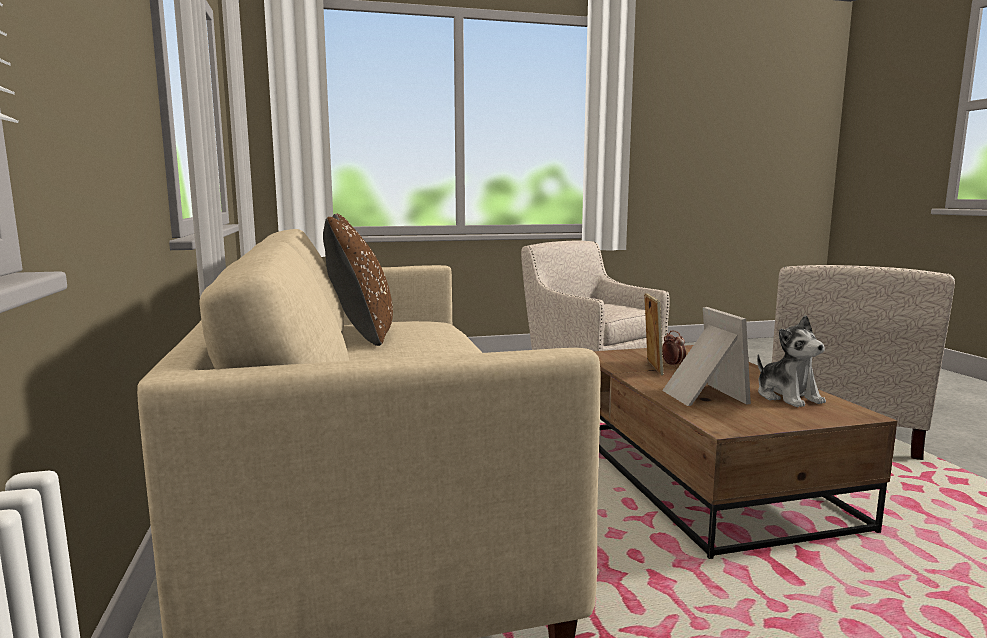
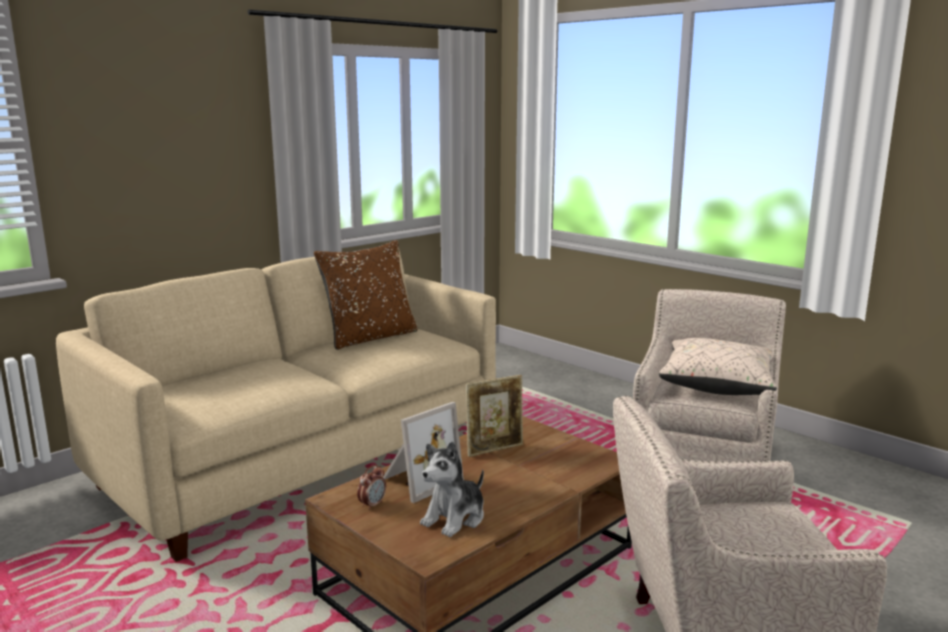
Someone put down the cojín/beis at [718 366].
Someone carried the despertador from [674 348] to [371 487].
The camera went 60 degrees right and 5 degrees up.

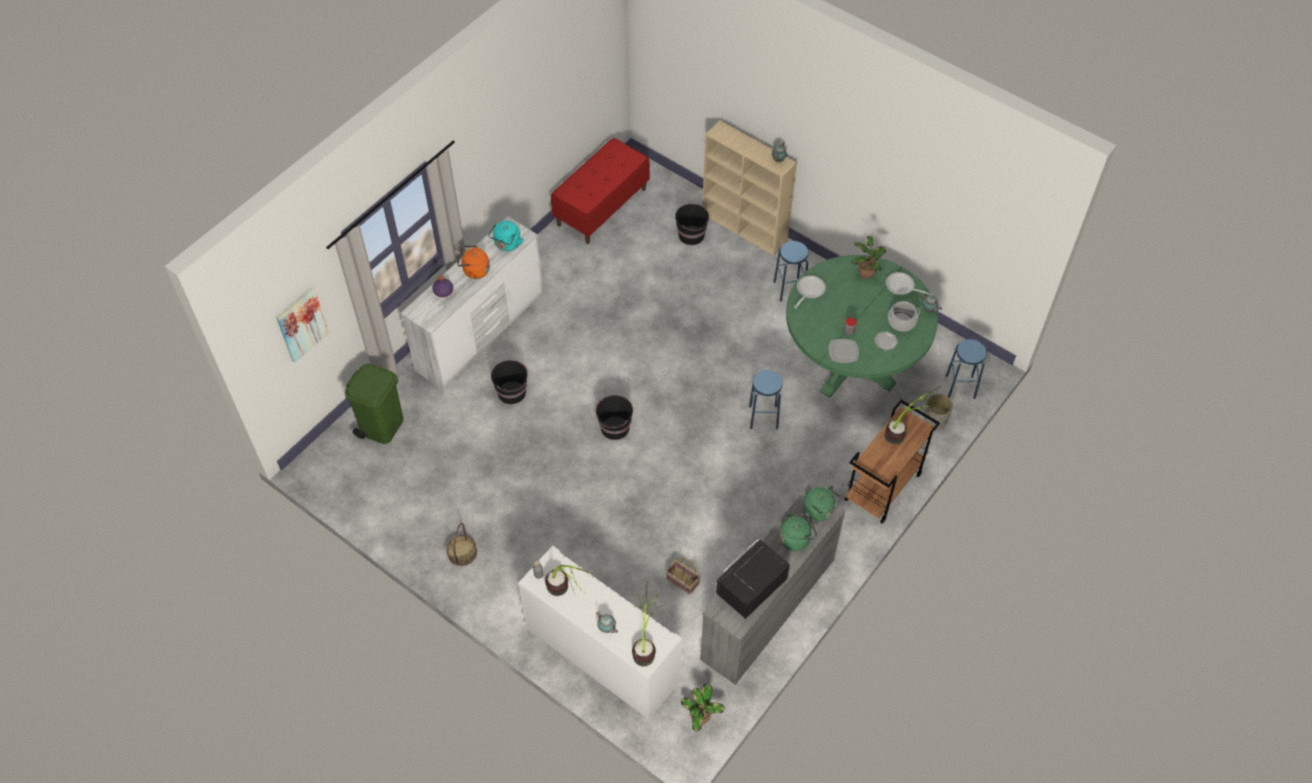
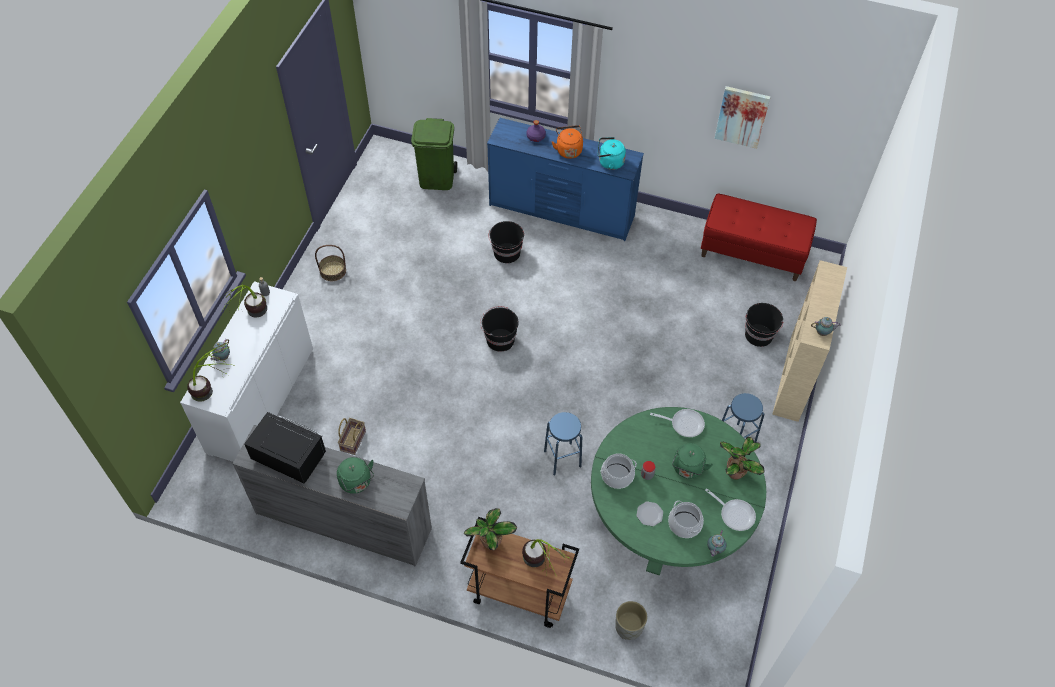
Someone took away the taburete/azul at [966 369].
Someone carried the cuadro from [302 325] to [742 117].
Someone carried the planta en maceta from [703 707] to [490 529].
Someone carried the hervidor/verde from [822 503] to [692 461].
Someone swapped the plato at [843 351] for the olla at [618 471].
Someone repainted the cómoda/blanco at [471 303], which became the cómoda/azul at [565 179].
Someone rotated the sartén at [909 283] by 120 degrees clockwise.
The camera went 70 degrees right and 0 degrees up.

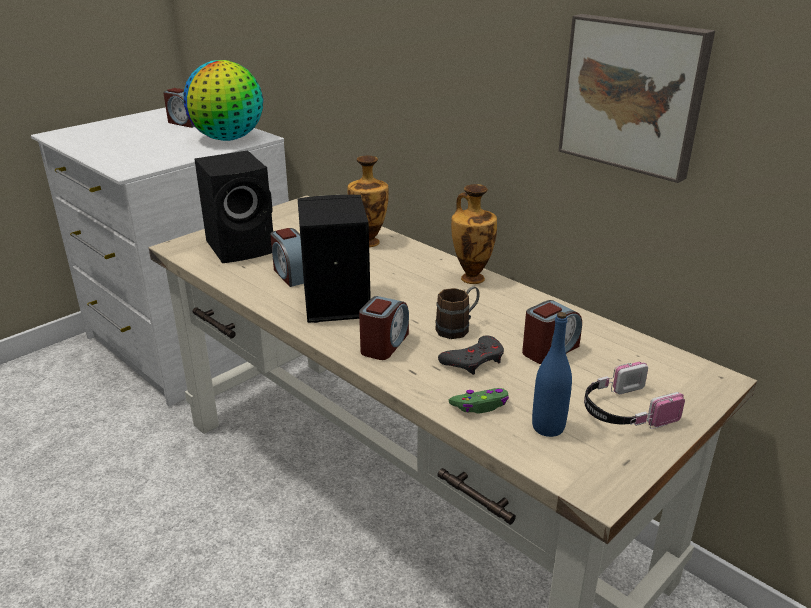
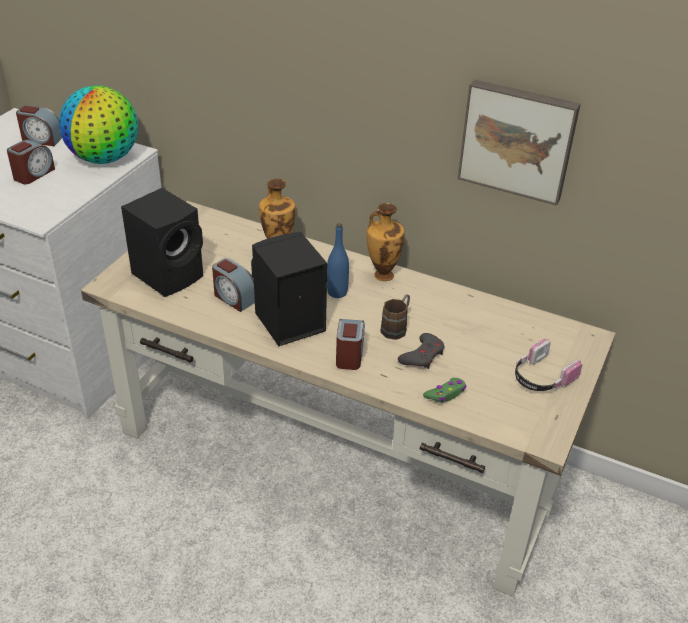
Someone carried the despertador from [552 332] to [31 162].
Someone carried the botella/azul from [552 374] to [338 260].
The camera went 20 degrees left and 10 degrees up.

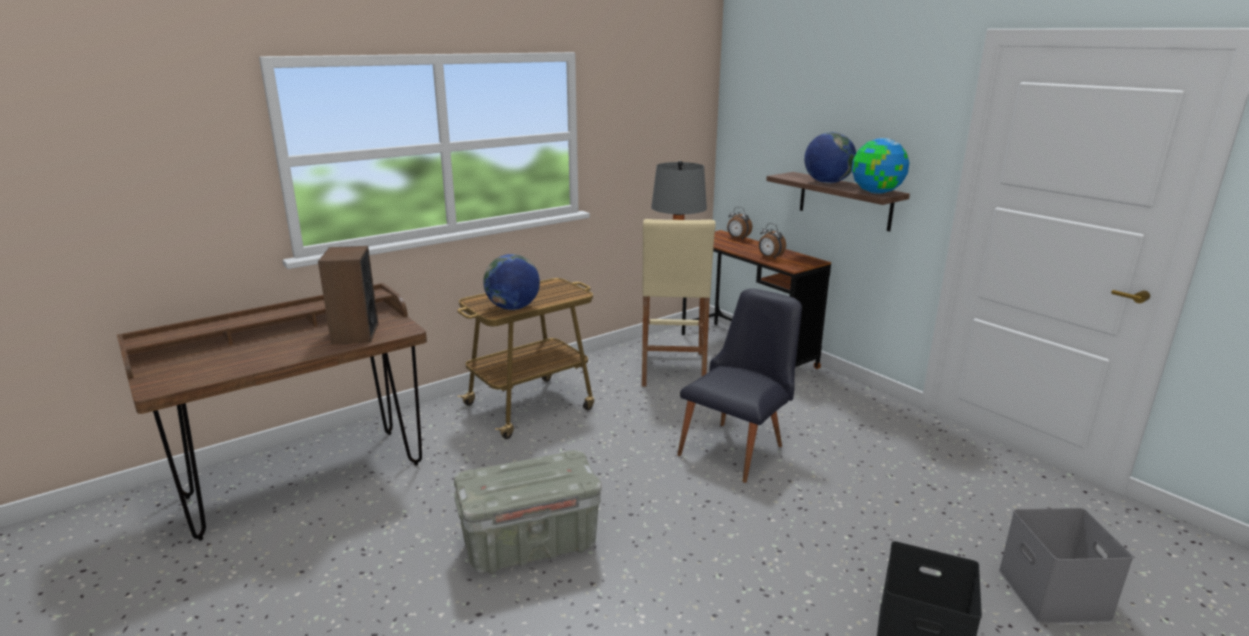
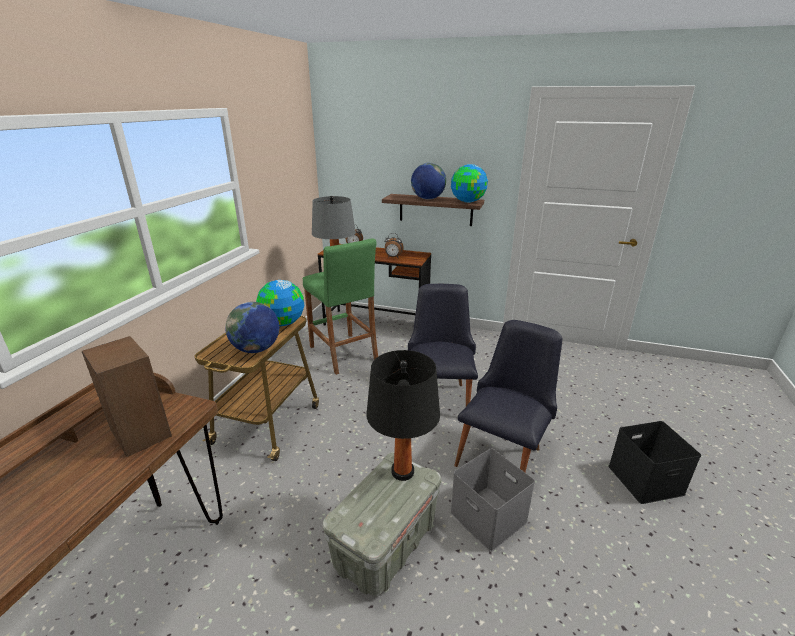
Someone put down the globo terráqueo at [280 303].
Someone put down the lámpara de mesa/negro at [403 415].
Someone put down the silla/negro at [508 396].
Someone carried the caja de almacenaje/gris from [1066 566] to [492 500].
Someone repainted the taburete/beis at [679 303], which became the taburete/verde at [340 306].
The camera went 35 degrees left and 5 degrees up.

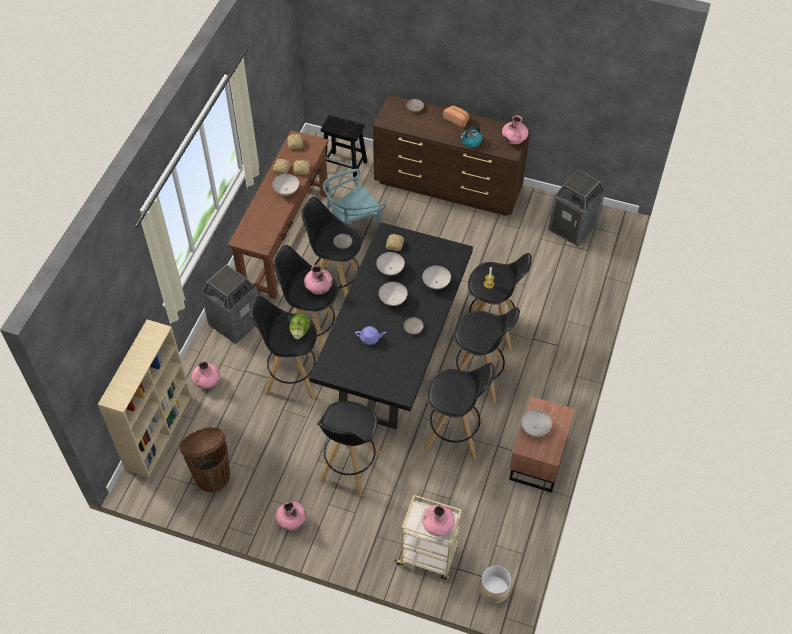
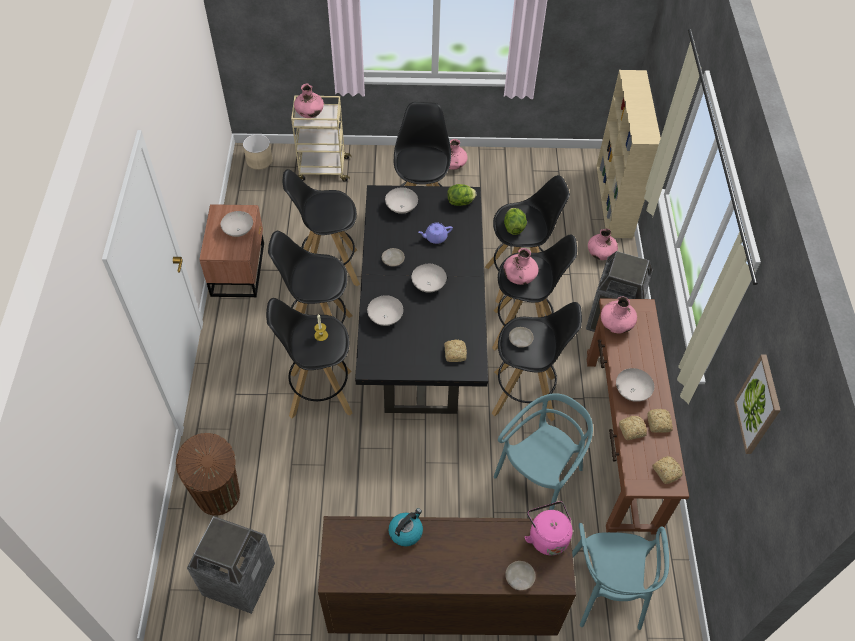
Someone took away the pan at [456 117].
Someone put down the lechuga at [461 195].
Someone put down the hervidor/rosa at [549 528].
Someone put up the cuadro at [757 404].
Someone carried the papelera/marrón from [205 459] to [208 474].
Someone carried the cuenco/blanco from [390 263] to [401 201].
Someone carried the florero/rosa from [515 129] to [619 315].
Someone swapped the taburete/negro at [344 148] for the silla/turquesa at [620 576].
The camera went 160 degrees right and 0 degrees up.

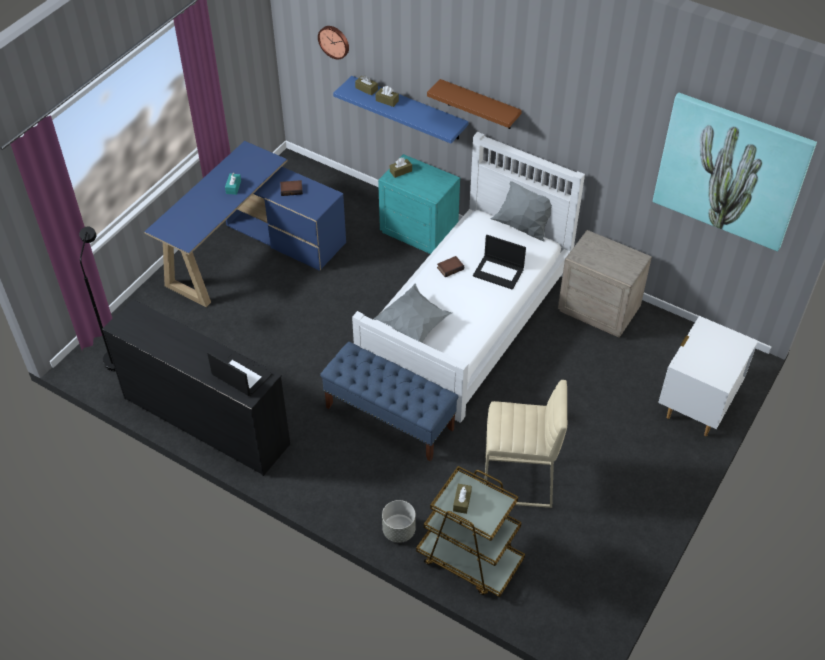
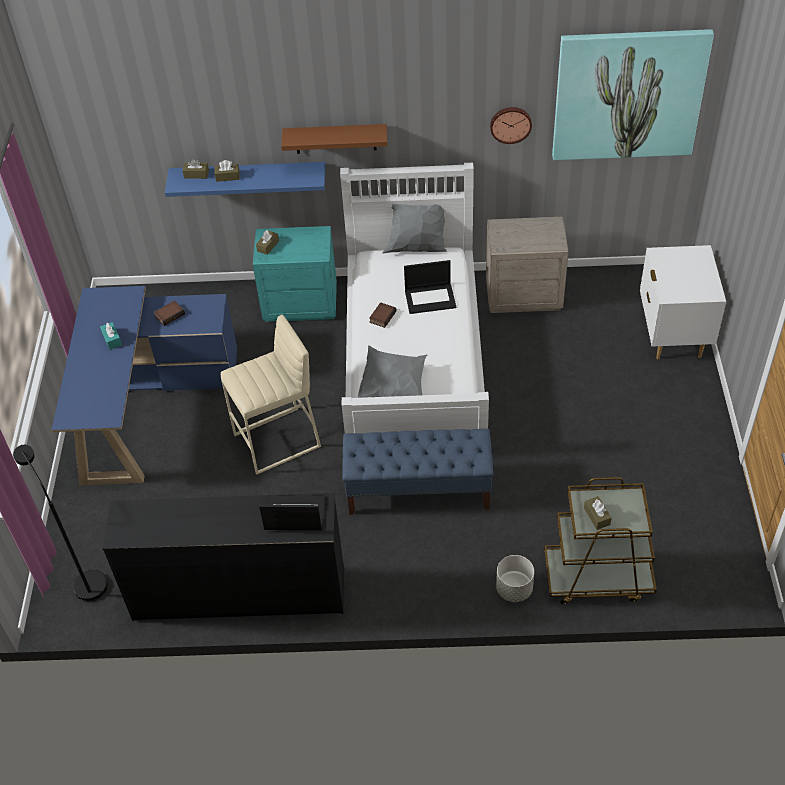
Someone carried the reloj de pared from [333 43] to [511 125].
Someone carried the taburete/beis from [525 444] to [271 395].
The camera went 30 degrees left and 0 degrees up.

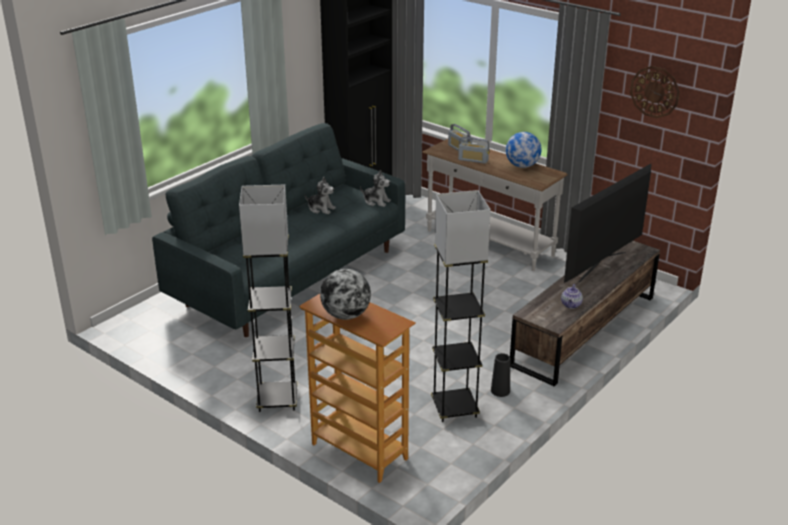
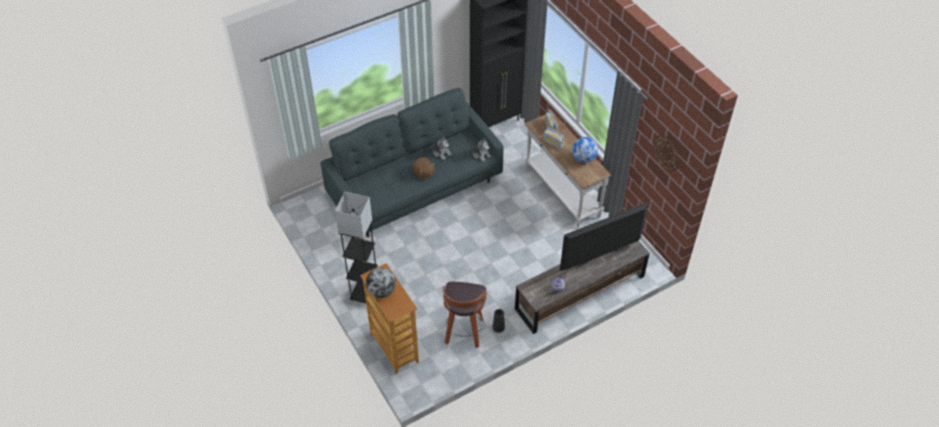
Someone put down the peluche/marrón at [423 168].
Someone swapped the lámpara de pie/gris at [461 306] for the taburete at [465 315].
The camera went 20 degrees right and 20 degrees up.

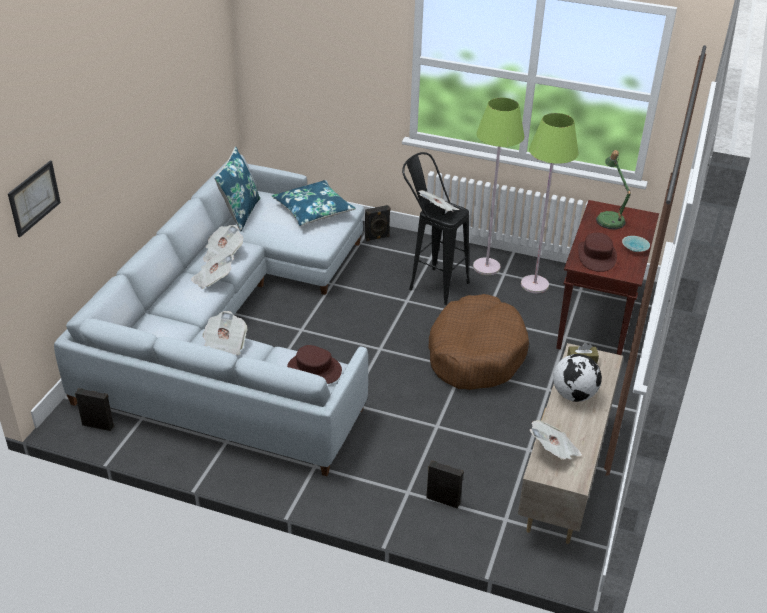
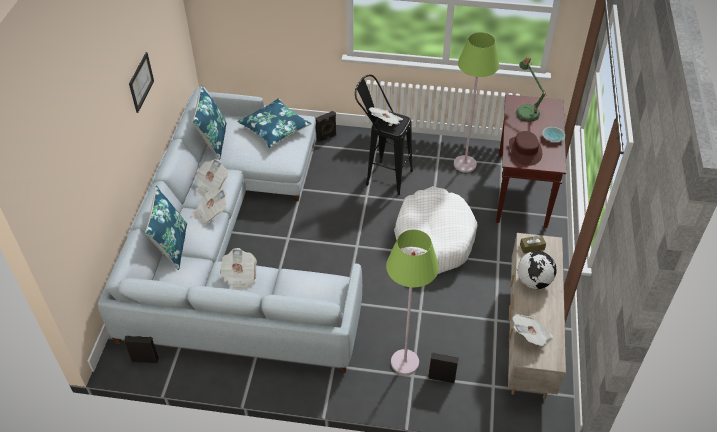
Someone took away the sombrero/marrón at [314 364].
Someone put down the cojín/azul at [166 228].
Someone carried the cuadro from [34 199] to [141 82].
Someone carried the lámpara de pie/verde from [498 186] to [412 302].
Someone repainted the cama para perro/marrón at [479 342], which became the cama para perro/blanco at [436 230].
The camera went 10 degrees left and 10 degrees up.

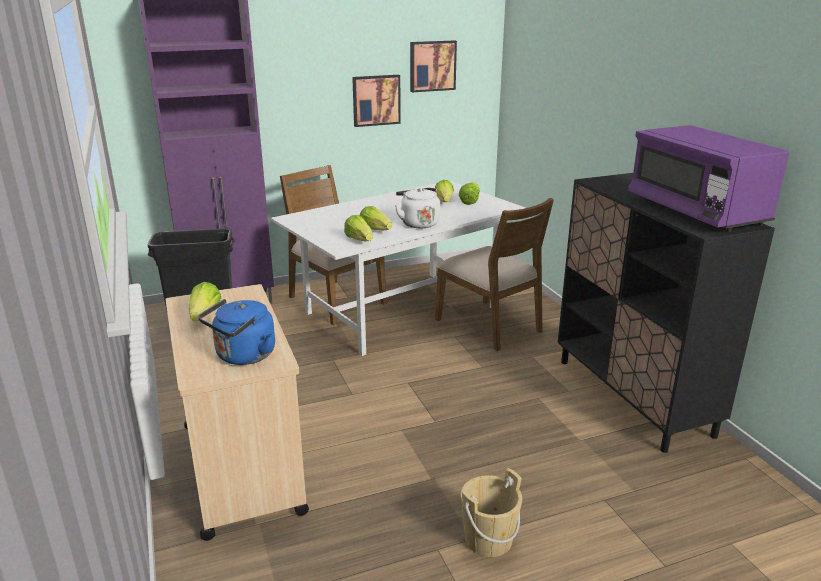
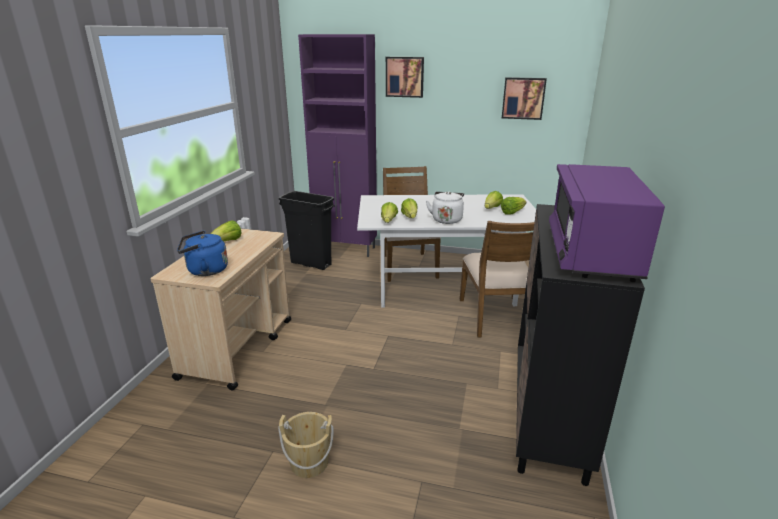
Someone carried the cuadro from [376 101] to [405 77].
The camera went 35 degrees right and 0 degrees up.

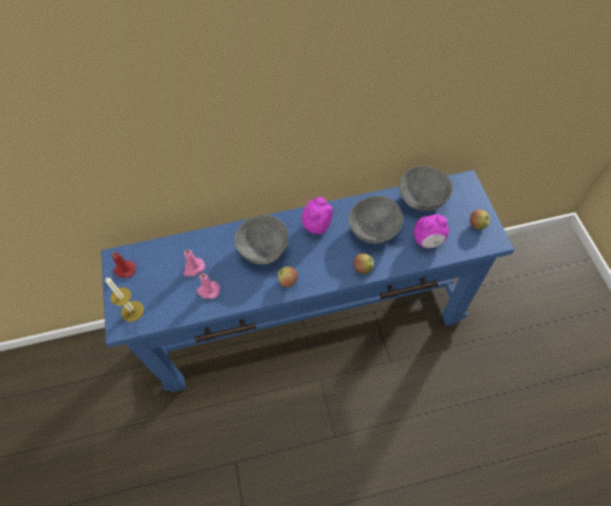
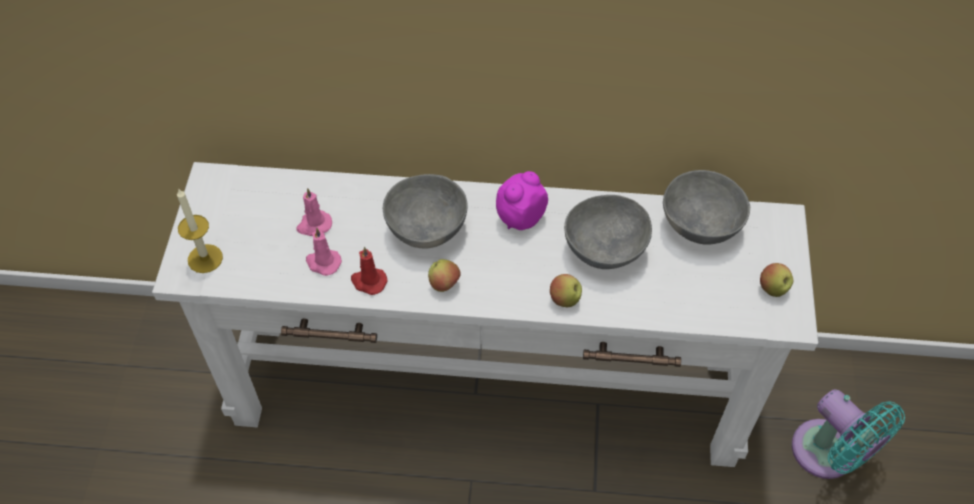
Someone took away the despertador at [431 231].
Someone put down the ventilador/turquesa at [848 434].
Someone carried the vela/rojo from [123 264] to [369 271].
Someone repainted the mesa consola/azul at [307 281], which became the mesa consola/blanco at [485 314].
The camera went 15 degrees right and 5 degrees down.

